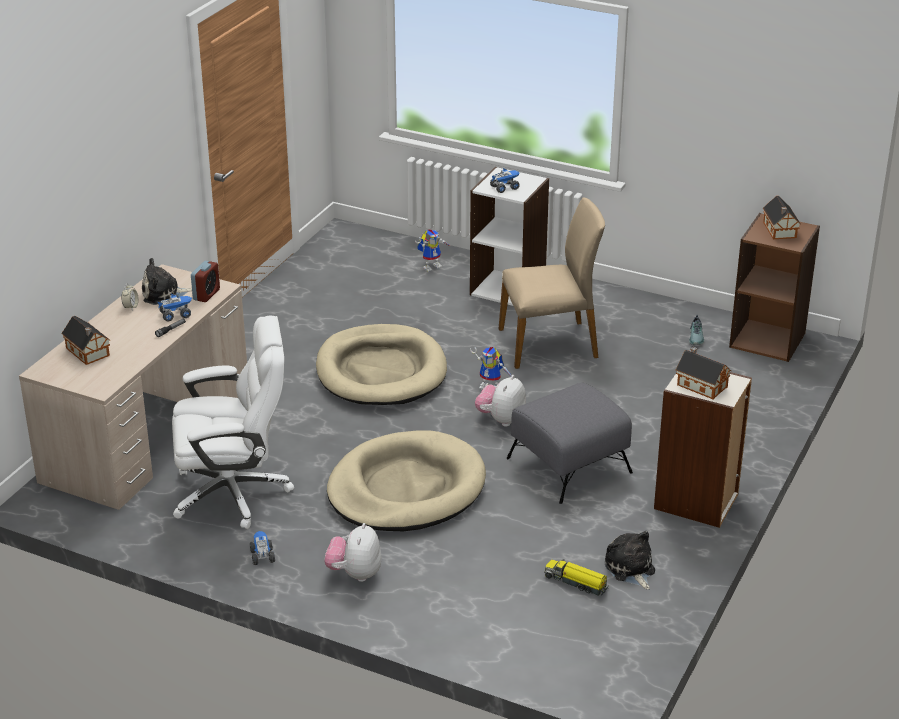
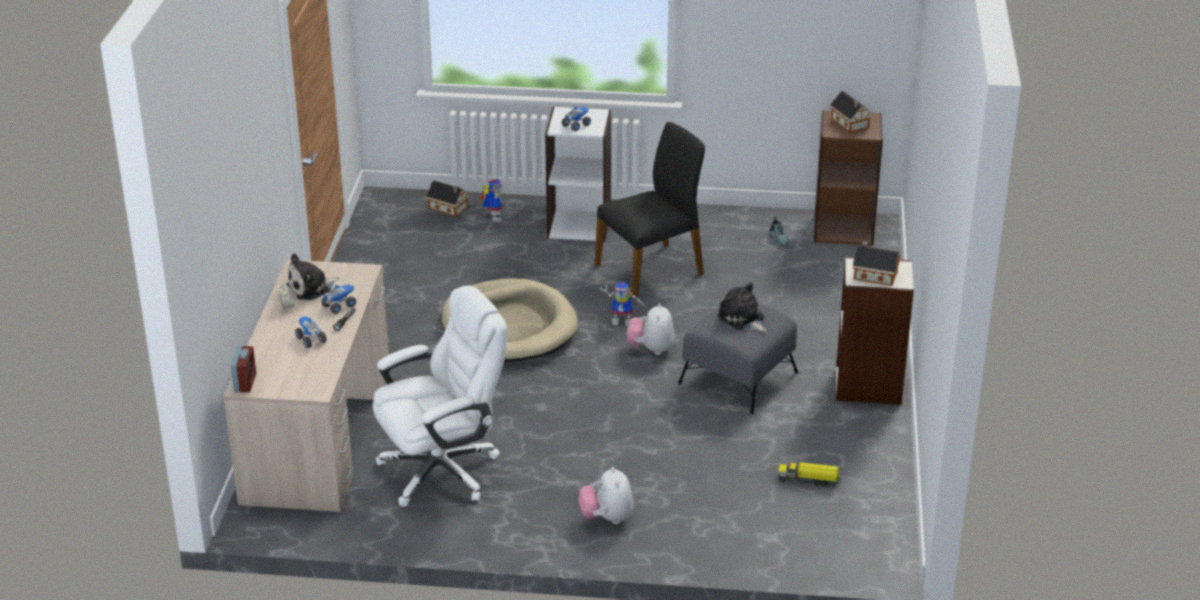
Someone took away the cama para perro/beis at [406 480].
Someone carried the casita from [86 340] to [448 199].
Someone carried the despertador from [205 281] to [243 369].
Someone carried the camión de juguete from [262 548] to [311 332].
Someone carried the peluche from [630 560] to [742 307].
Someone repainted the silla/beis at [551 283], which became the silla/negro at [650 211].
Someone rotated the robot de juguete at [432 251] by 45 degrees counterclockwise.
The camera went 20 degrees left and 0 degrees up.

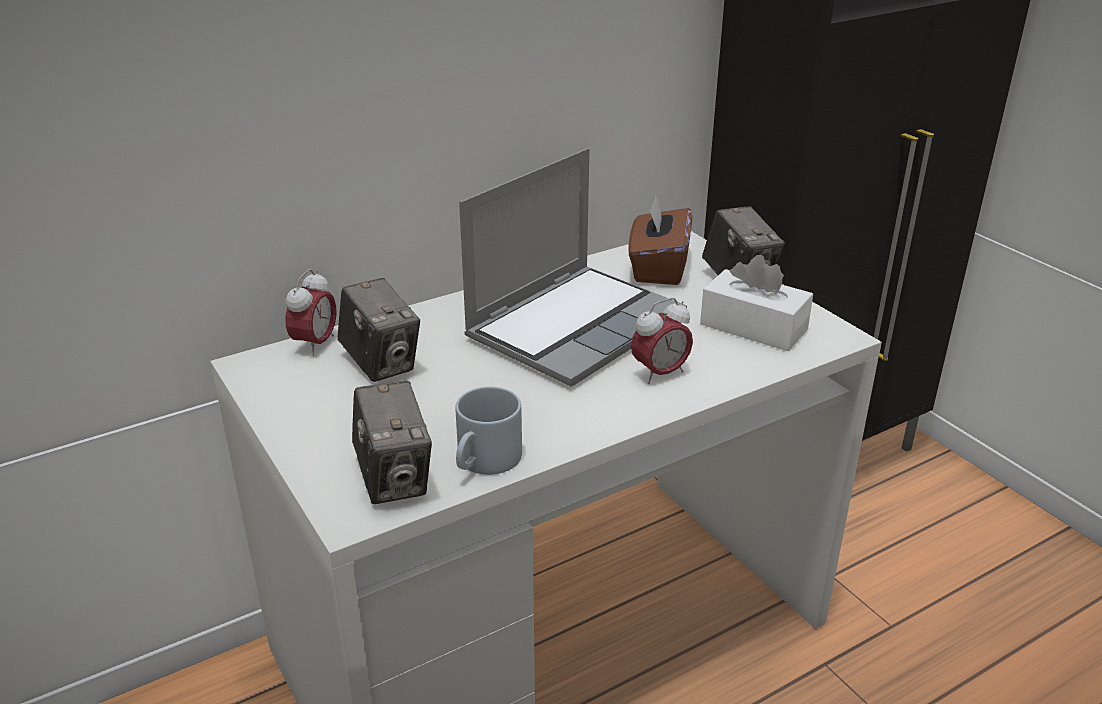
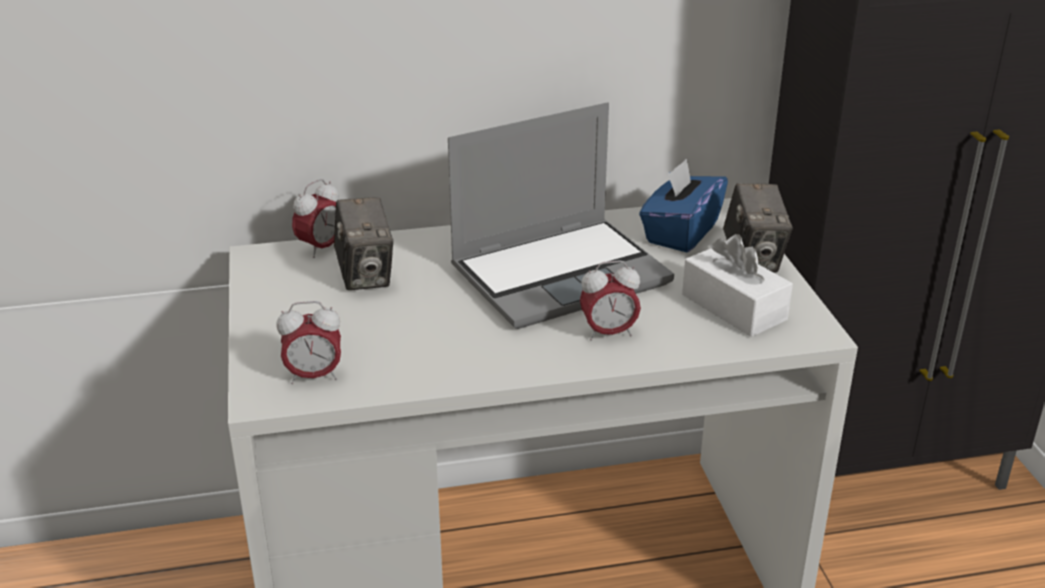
Someone took away the taza grande/gris at [489 431].
Someone swapped the cámara at [392 442] for the despertador at [308 342].
Someone repainted the caja de pañuelos/marrón at [660 240], which became the caja de pañuelos/azul at [683 205].
The camera went 20 degrees right and 0 degrees up.

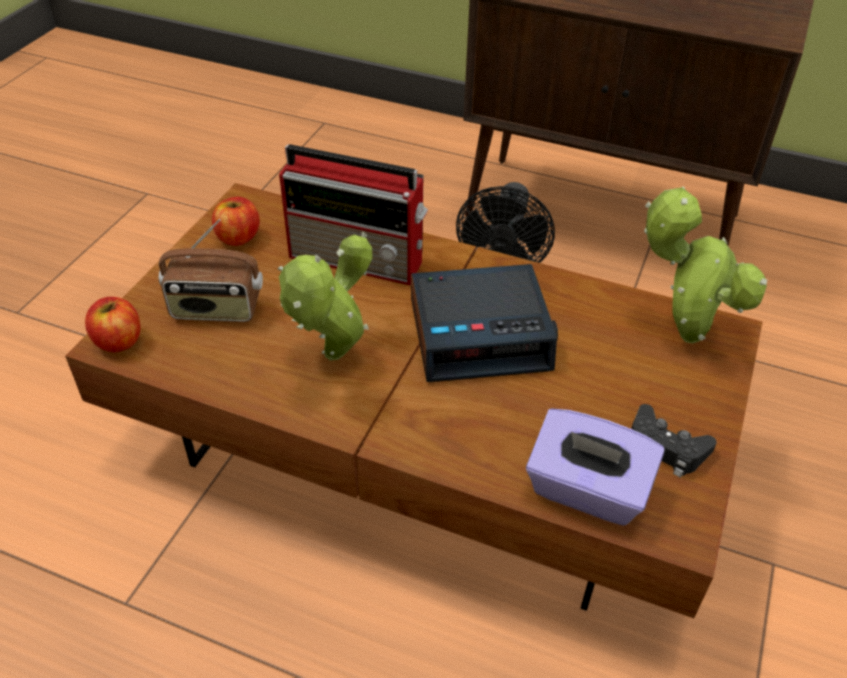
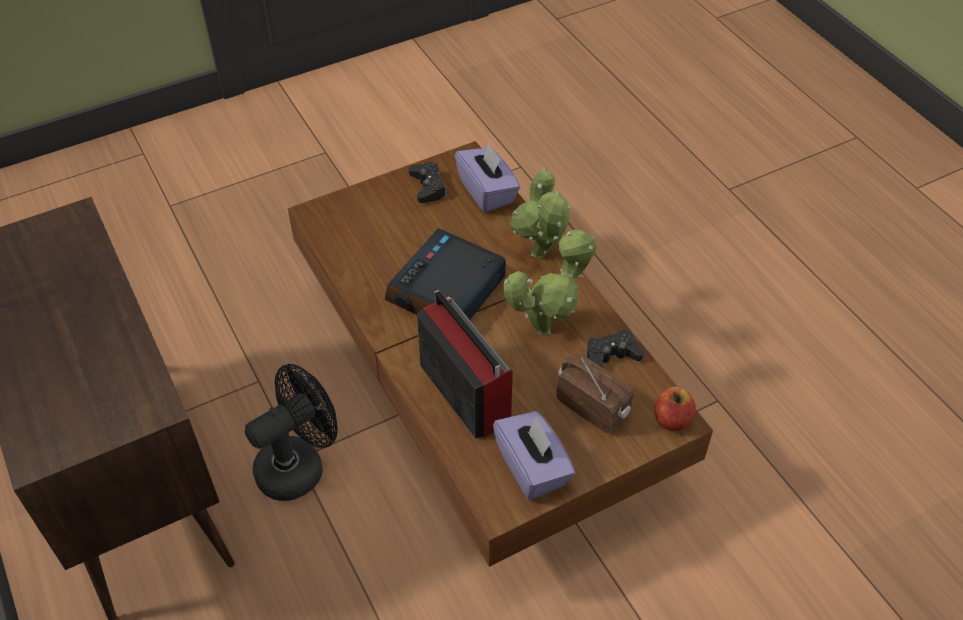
Someone put down the mando de consola/negro at [615 348].
Someone carried the planta en maceta from [705 264] to [540 213].
Someone swapped the manzana at [236 221] for the caja de pañuelos/morado at [534 455].
Someone rotated the despertador at [484 323] by 90 degrees counterclockwise.
The camera went 140 degrees left and 5 degrees up.

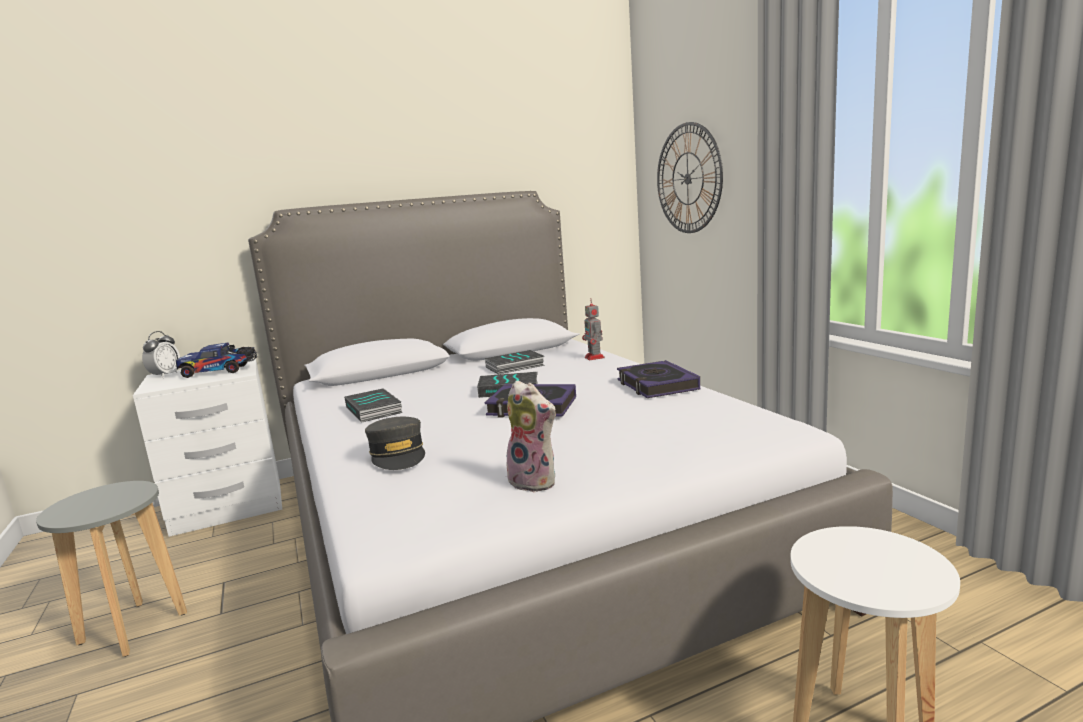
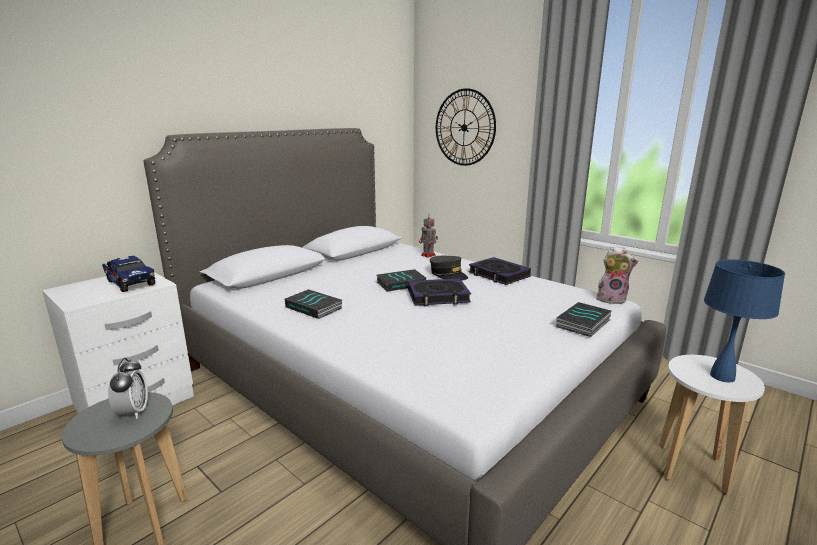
Someone put down the lámpara de mesa/azul at [744 321].
Someone carried the despertador from [161 354] to [128 388].
Someone carried the gorra/gris from [395 443] to [449 268].
Someone carried the libro from [514 362] to [584 319].
Someone carried the peluche from [532 436] to [617 275].
Someone rotated the camión de juguete at [216 360] by 105 degrees counterclockwise.
The camera went 25 degrees left and 5 degrees up.

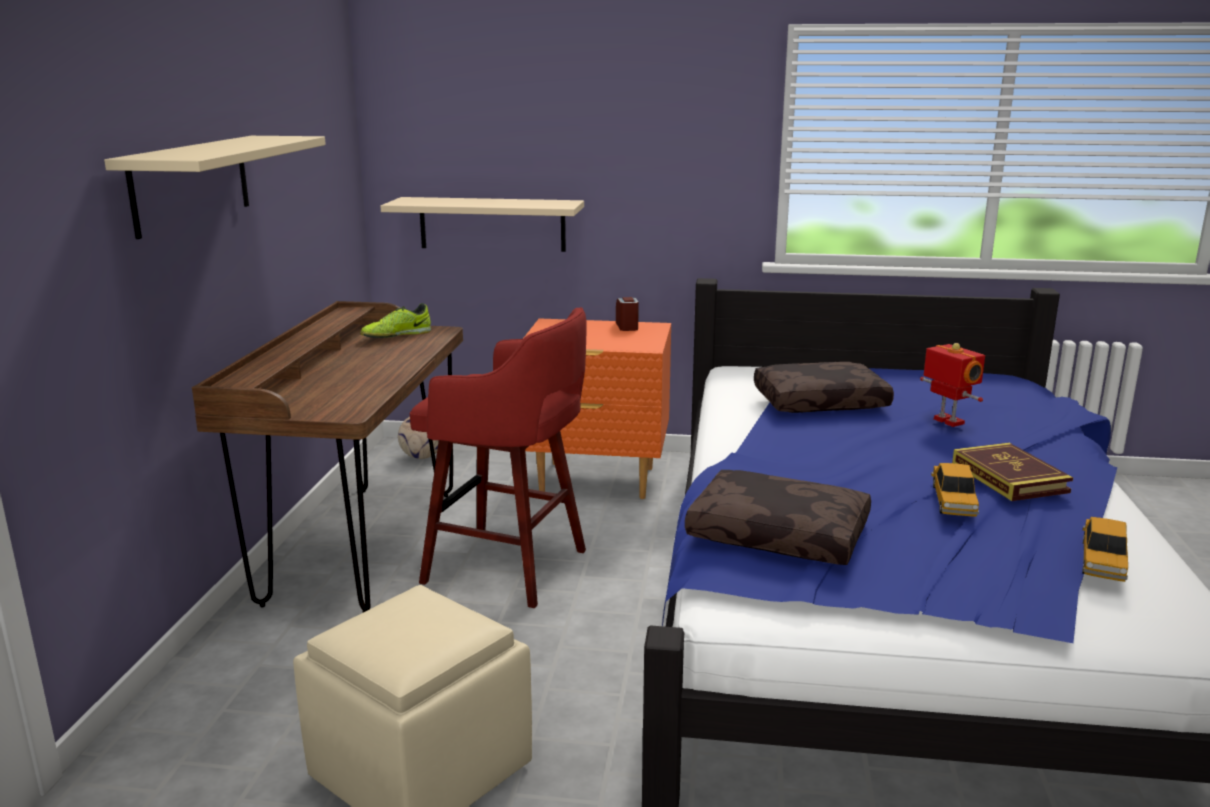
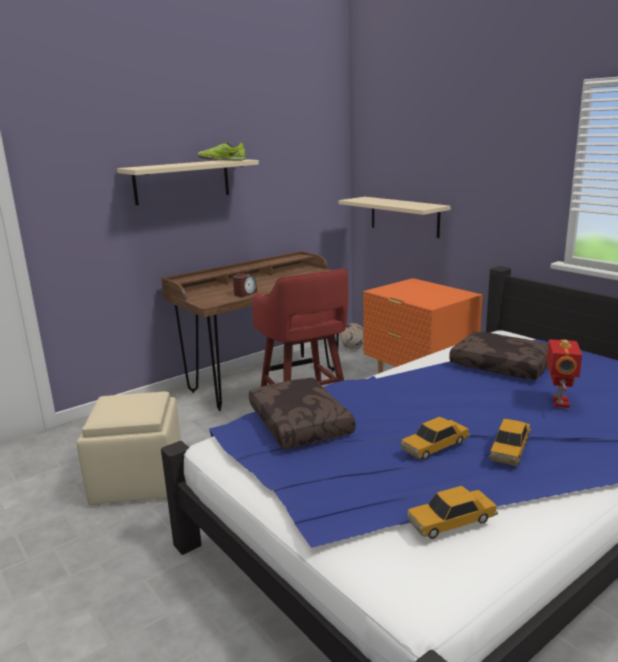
Someone carried the zapato from [395 320] to [222 151].
Someone carried the despertador from [627 314] to [245 285].
Someone swapped the libro at [1012 472] for the coche de juguete at [510 442].
The camera went 45 degrees right and 0 degrees up.

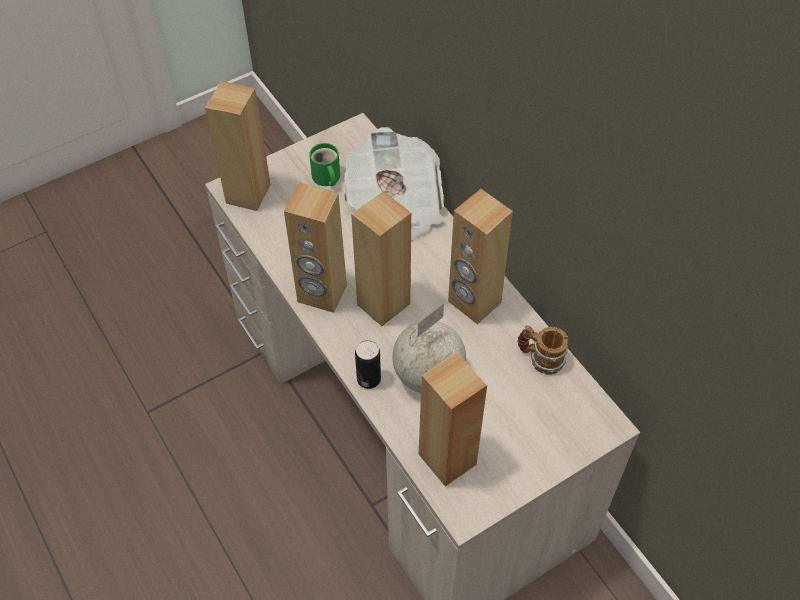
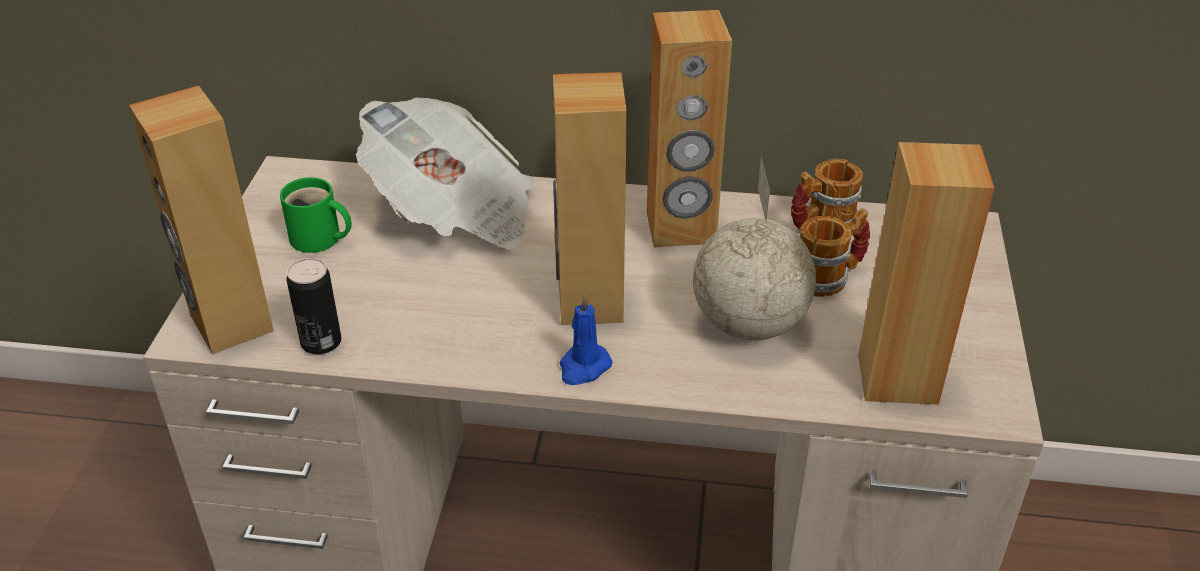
Someone took away the altavoz/marrón at [315 247].
Someone put down the vela/azul at [586 339].
Someone put down the taza grande at [834 252].
Someone carried the lata from [368 364] to [314 306].
The camera went 50 degrees left and 15 degrees down.

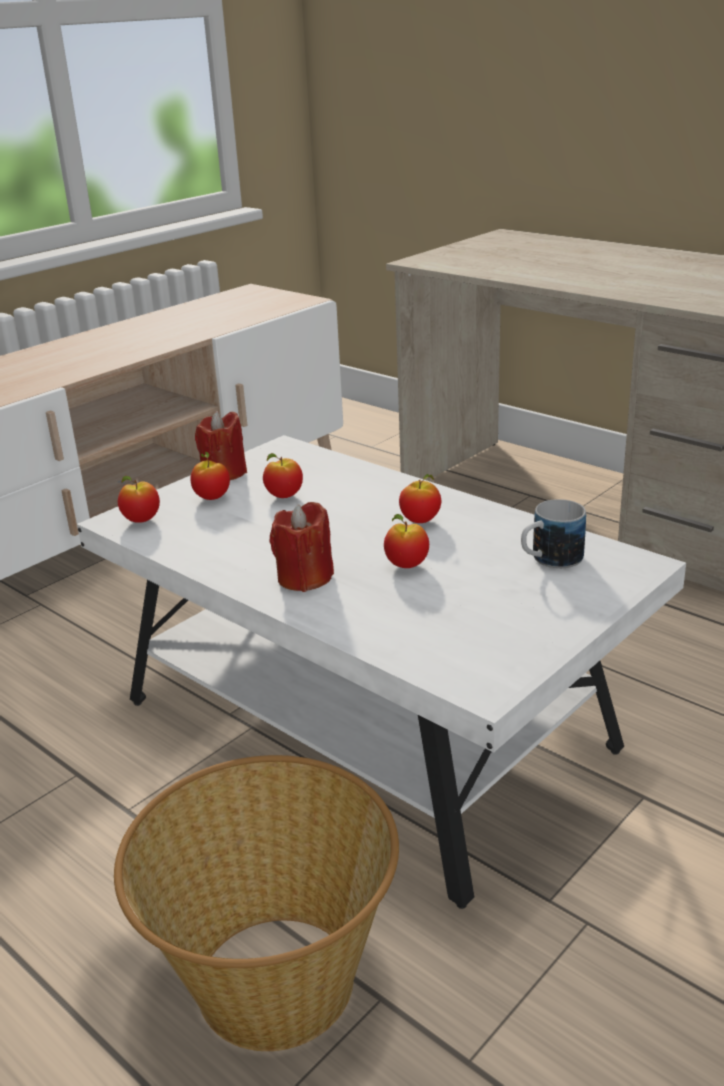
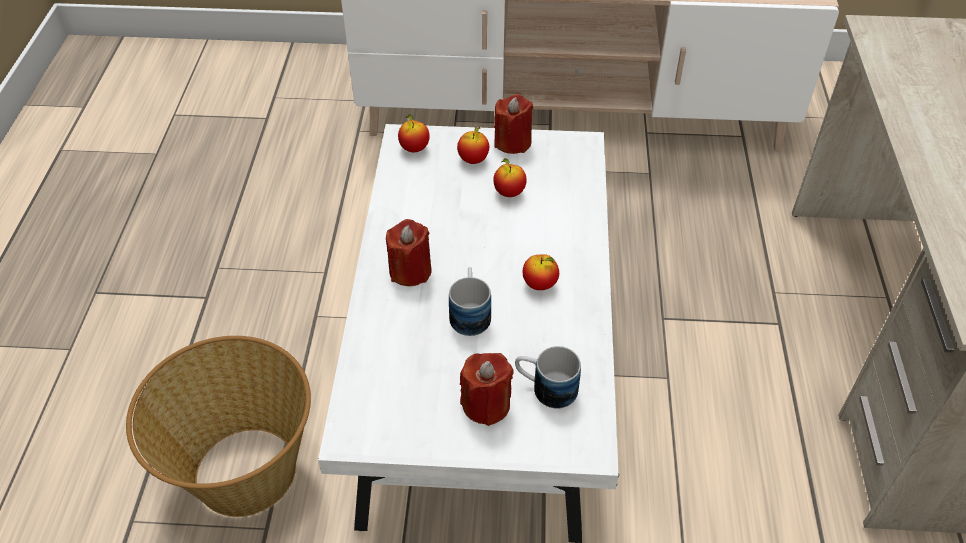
Someone put down the vela/rojo at [487 389].
Someone swapped the manzana at [406 541] for the taza grande at [470 301].
The camera went 50 degrees right and 20 degrees up.

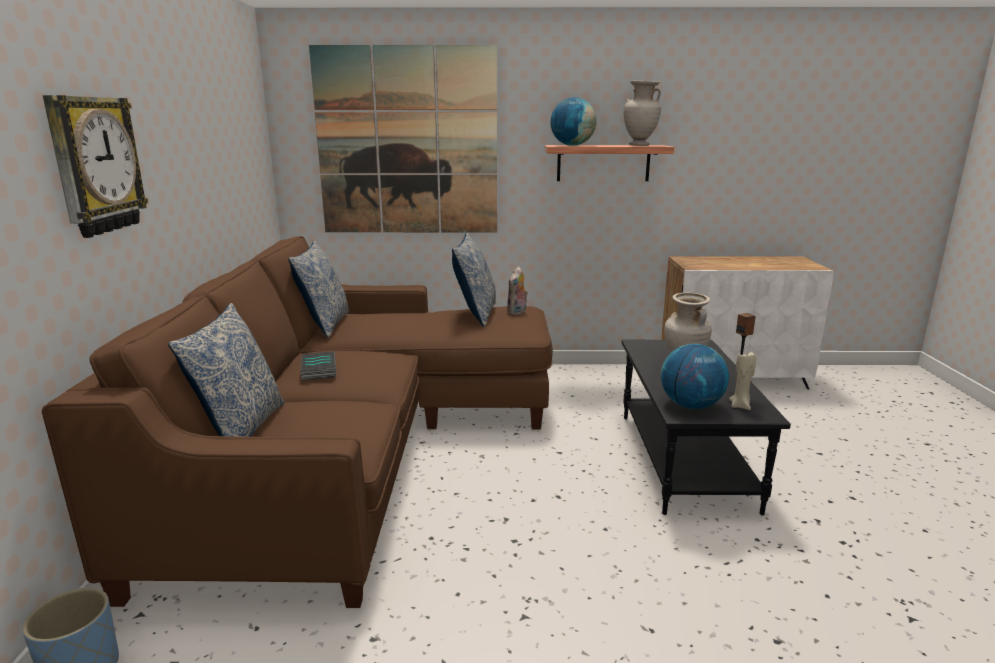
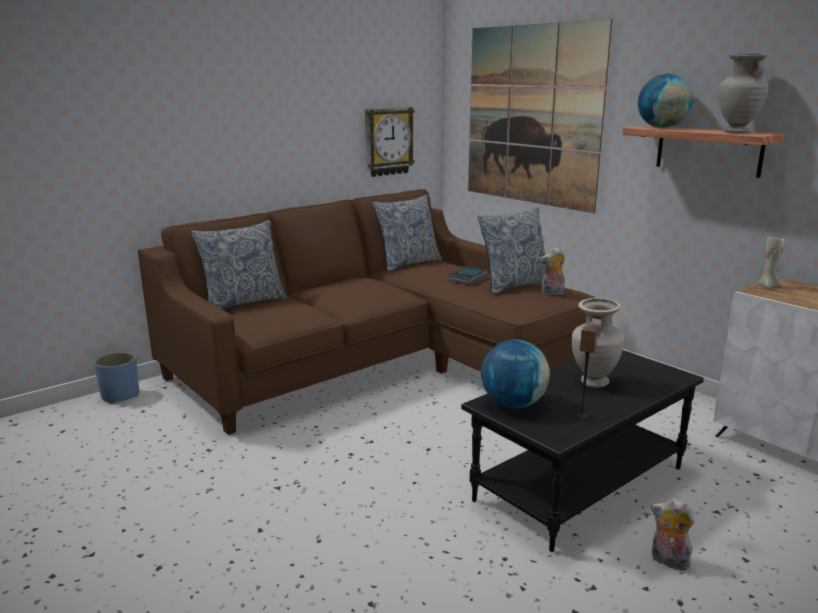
Someone put down the peluche at [673 534].
Someone carried the reloj de pared from [95 166] to [390 142].
Someone carried the libro from [318 366] to [469 275].
Someone carried the vela/beis from [742 380] to [771 261].
The camera went 50 degrees right and 0 degrees up.

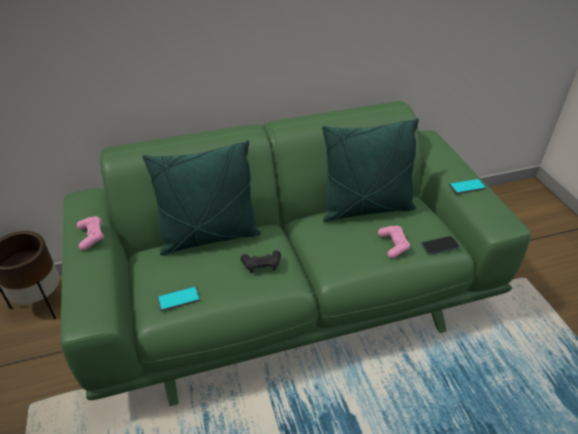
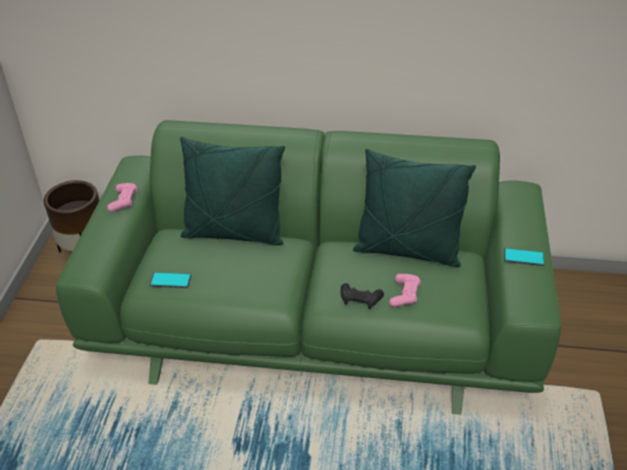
Someone took away the móvil at [440 245].
Someone carried the mando de consola/negro from [260 261] to [362 296].
The camera went 25 degrees right and 0 degrees up.

